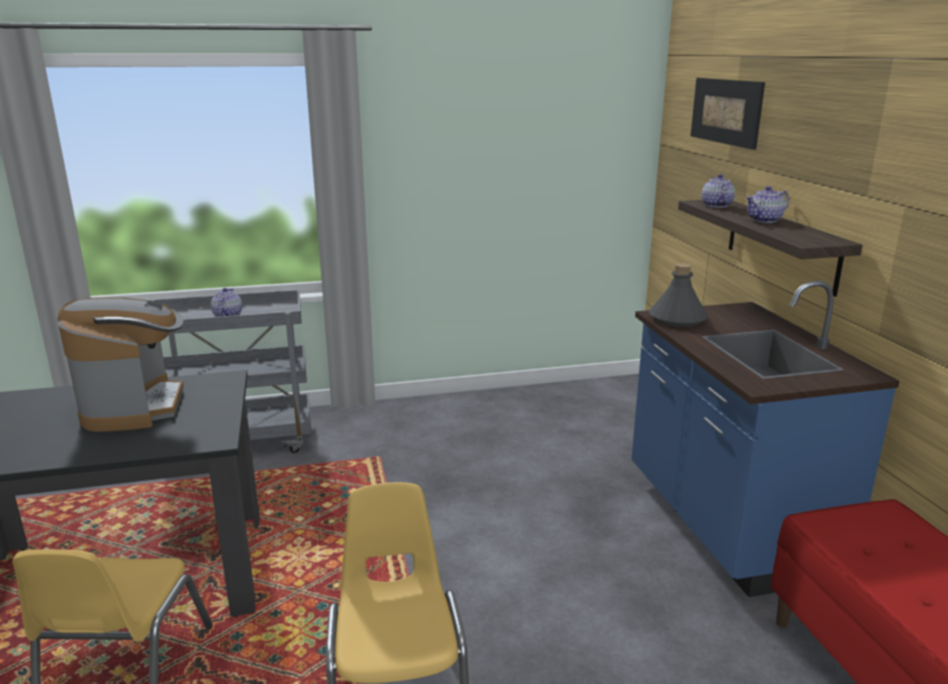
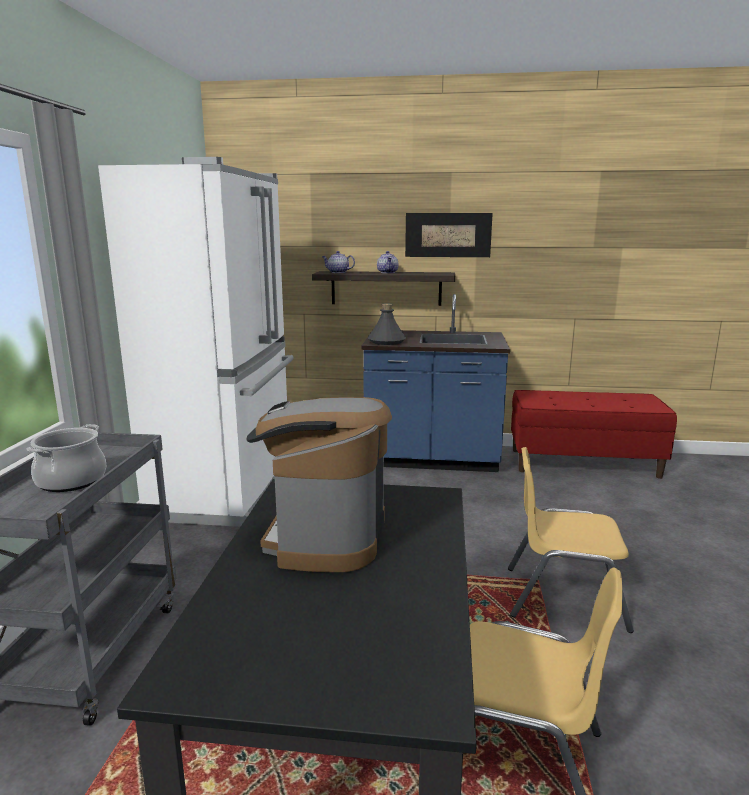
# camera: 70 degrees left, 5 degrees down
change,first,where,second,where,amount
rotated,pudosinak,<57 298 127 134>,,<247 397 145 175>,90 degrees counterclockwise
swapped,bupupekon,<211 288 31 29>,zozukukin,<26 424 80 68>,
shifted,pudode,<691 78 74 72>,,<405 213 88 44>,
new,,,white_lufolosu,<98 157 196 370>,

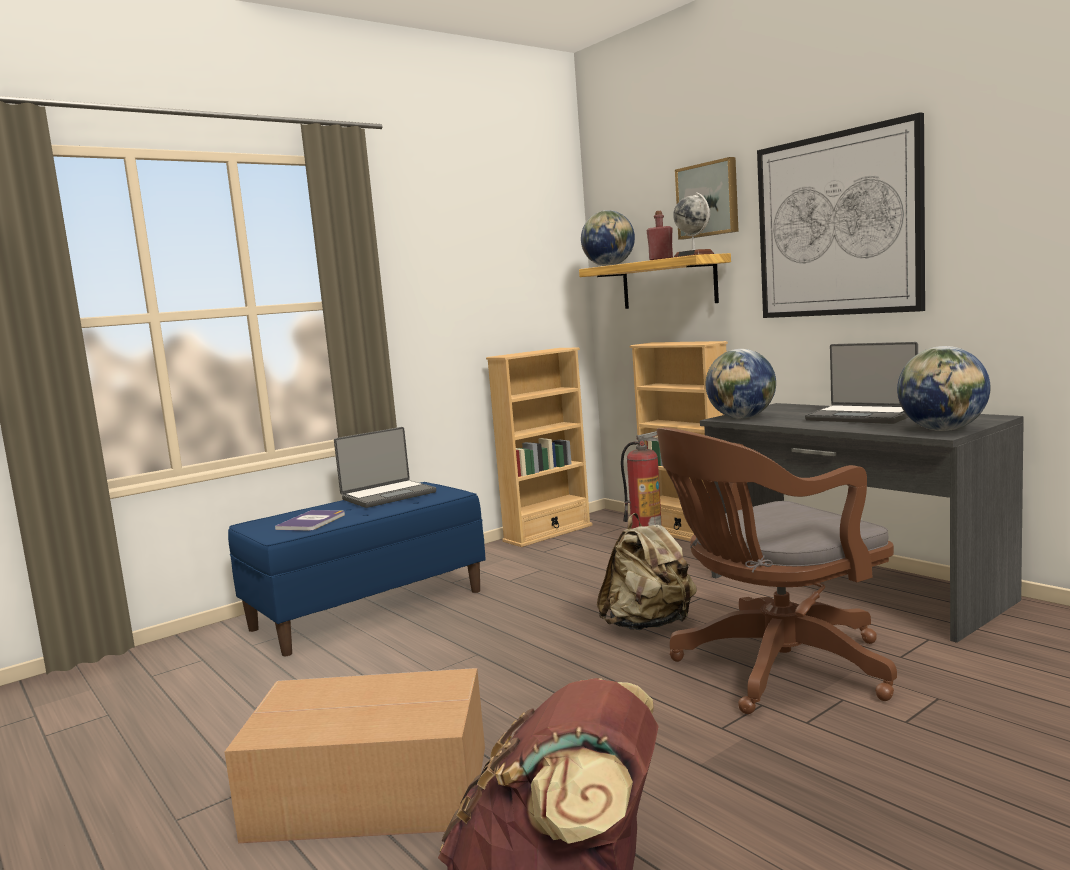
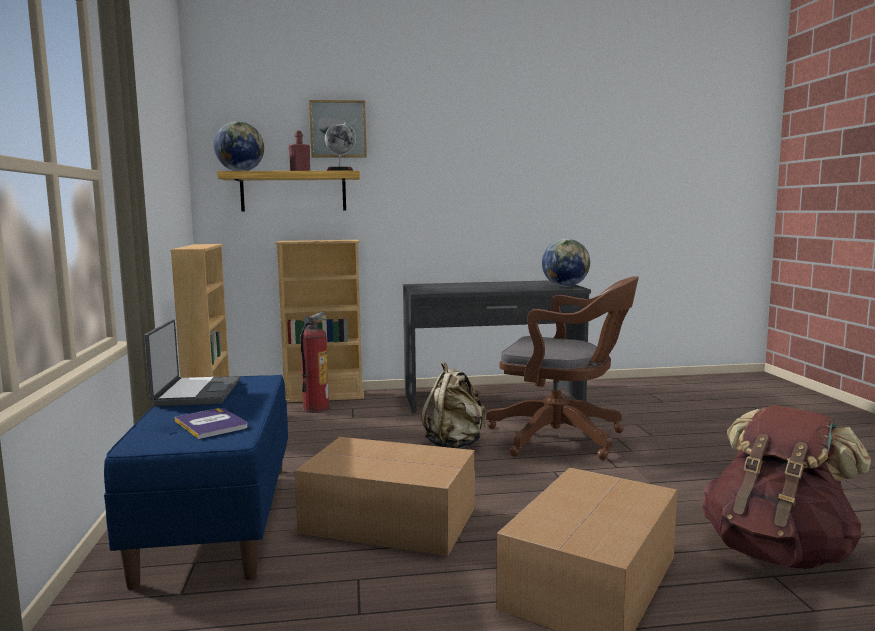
# camera: 60 degrees left, 0 degrees up
change,first,where,second,where,amount
rotated,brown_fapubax,<657 428 240 286>,,<486 276 153 184>,75 degrees counterclockwise
gone,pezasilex,<706 349 70 70>,,,
gone,pudode,<757 112 168 206>,,,
gone,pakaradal,<805 342 113 82>,,,
new,,,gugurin,<295 437 180 119>,

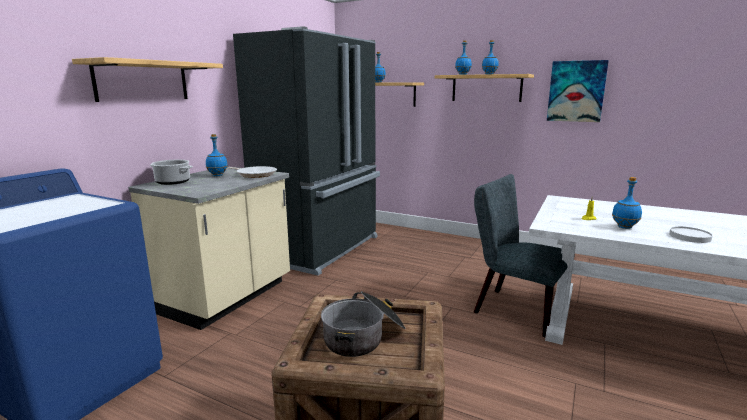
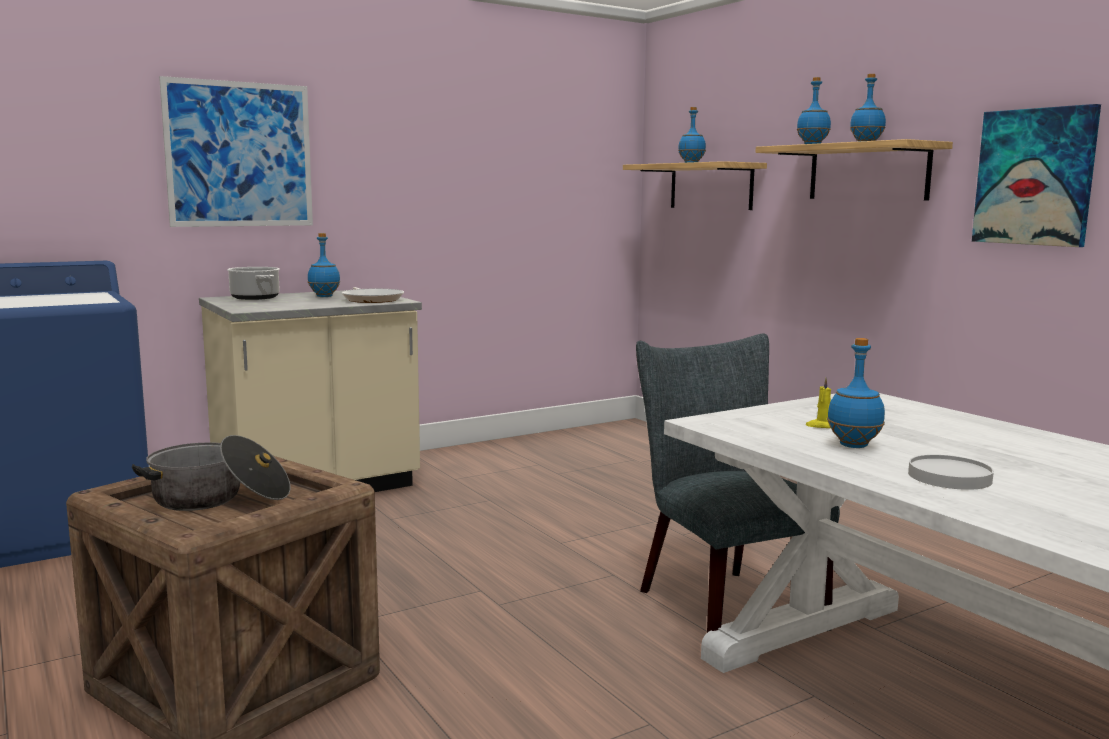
# camera: 30 degrees right, 5 degrees down
change,first,where,second,where,amount
swapped,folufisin,<72 57 151 45>,pudode,<159 76 154 151>,
gone,black_lufolosu,<233 26 147 250>,,,

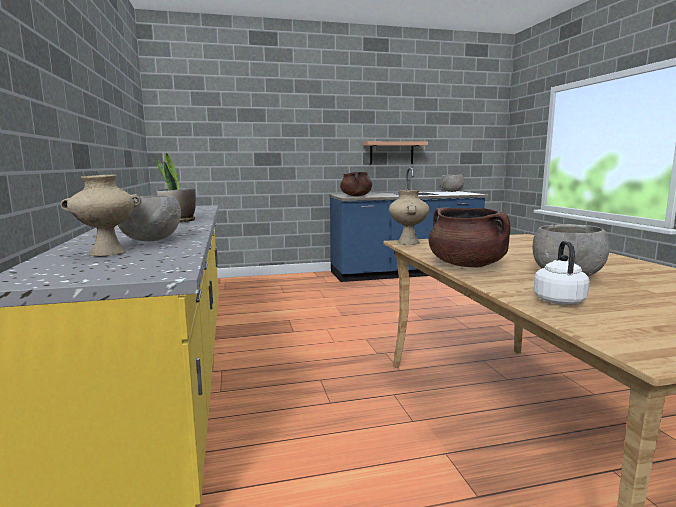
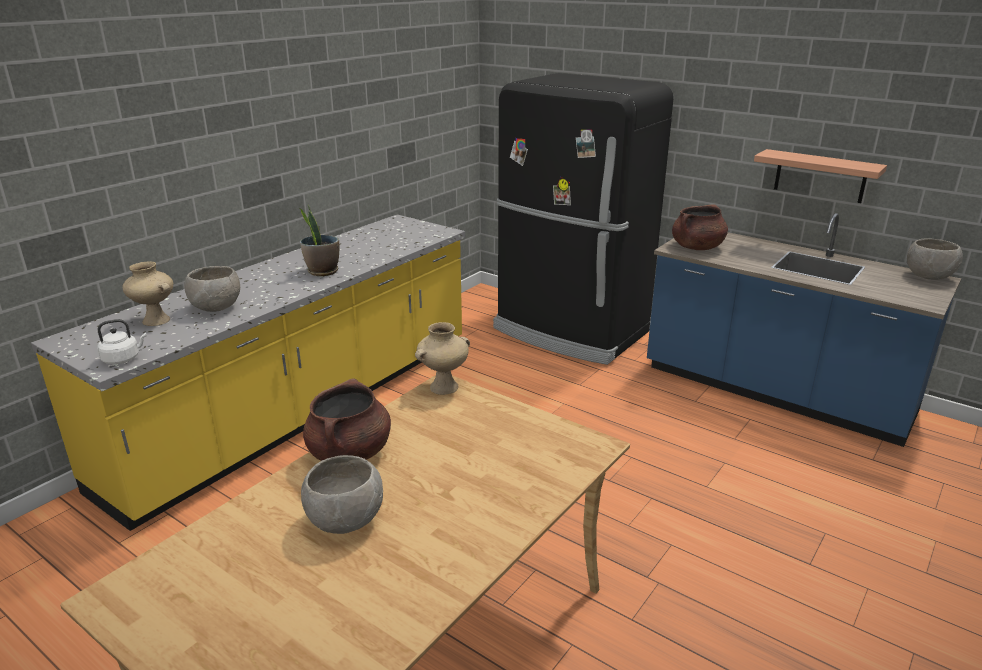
# camera: 50 degrees right, 15 degrees up
change,first,where,second,where,amount
shifted,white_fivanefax,<534 241 56 64>,,<97 319 50 45>,
new,,,black_lufolosu,<493 73 180 292>,

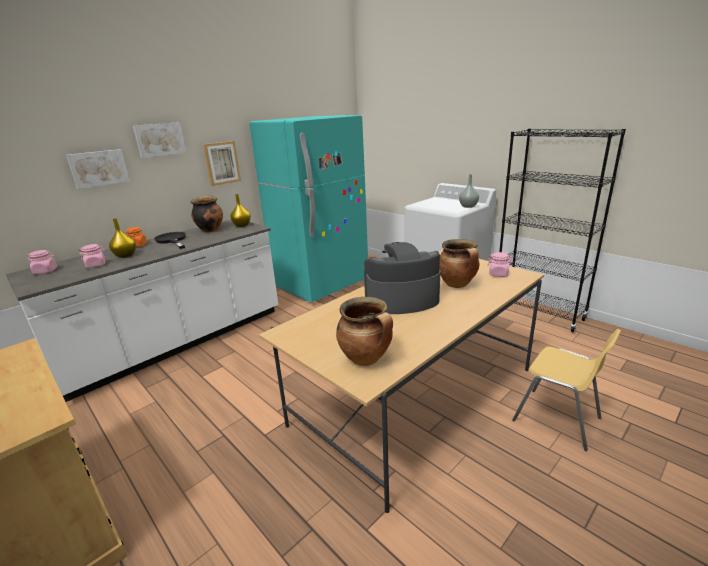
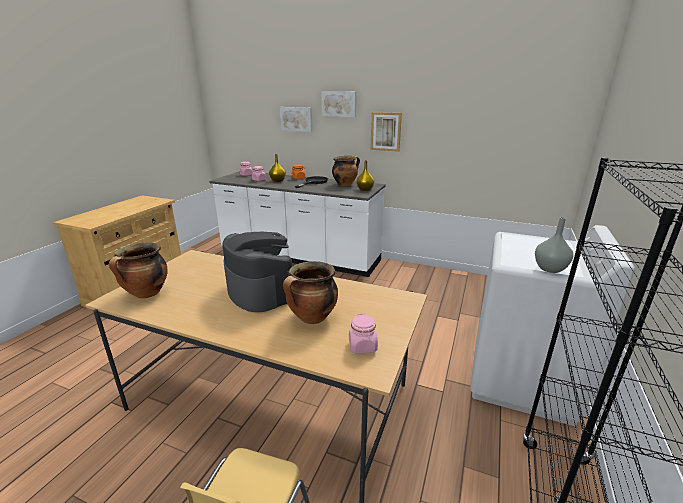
# camera: 65 degrees right, 0 degrees up
change,first,where,second,where,amount
gone,turquoise_lufolosu,<249 115 119 188>,,,

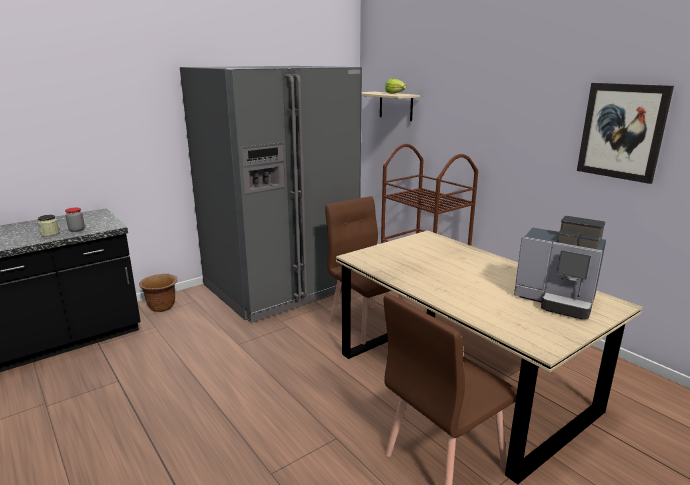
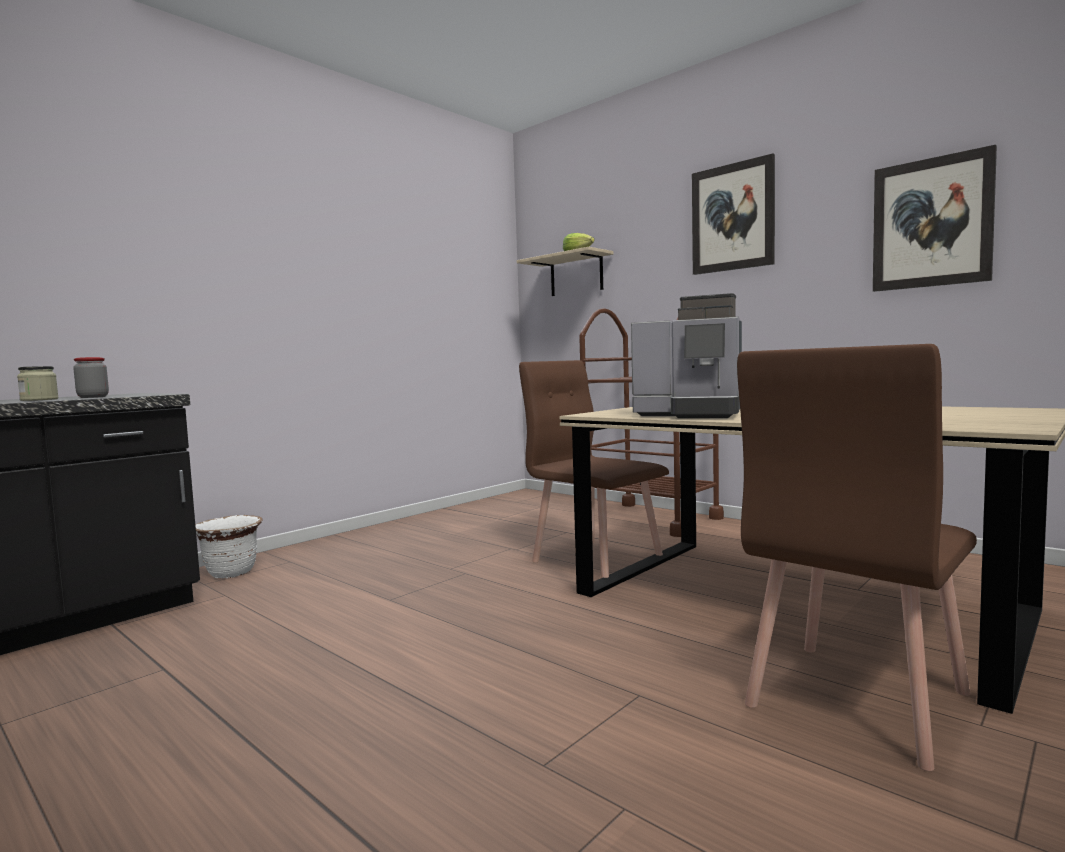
# camera: 10 degrees left, 15 degrees down
change,first,where,second,where,amount
repainted,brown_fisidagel,<139 274 39 38>,white_fisidagel,<195 515 67 63>,
gone,grey_lufolosu,<180 66 182 257>,,,
shifted,pudosinak,<514 216 92 103>,,<631 293 111 125>,
new,,,pudode,<692 153 83 122>,

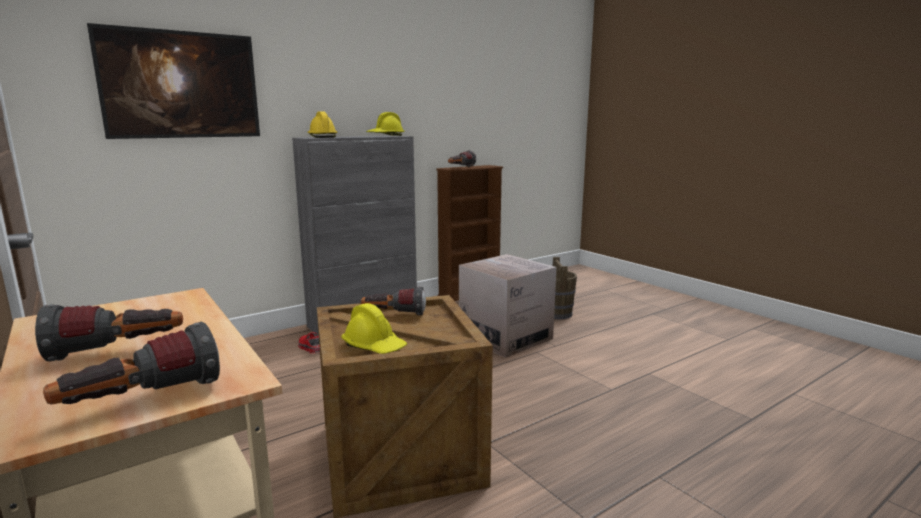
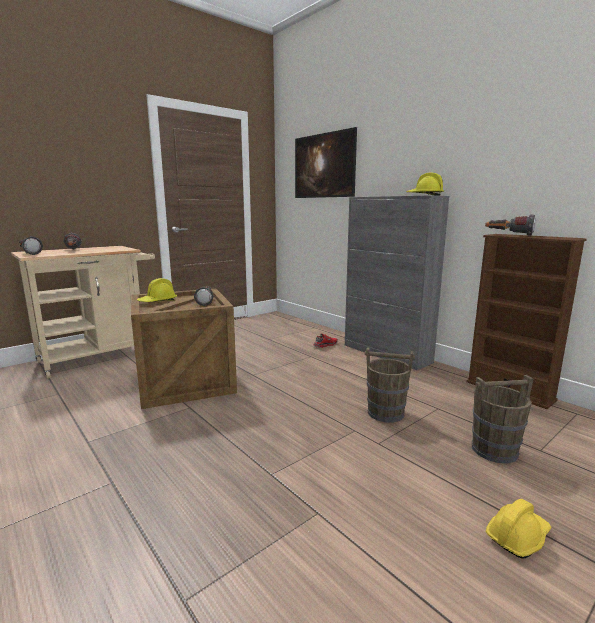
# camera: 85 degrees right, 0 degrees up
change,first,where,second,where,amount
shifted,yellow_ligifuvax,<307 111 31 27>,,<486 499 65 60>,
swapped,gugurin,<459 254 98 104>,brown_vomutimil,<365 348 50 75>,

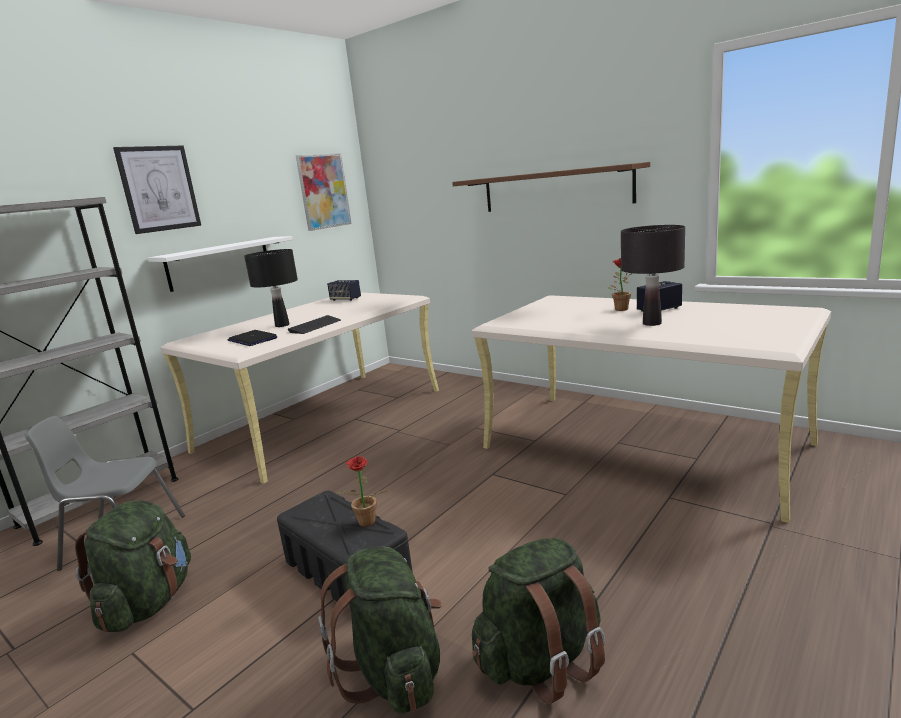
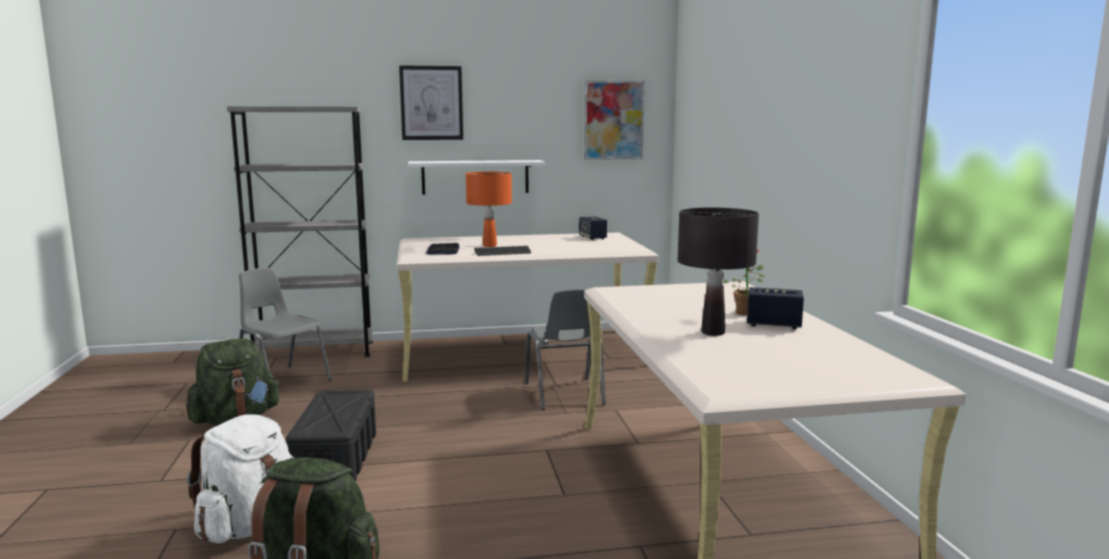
# camera: 40 degrees right, 5 degrees down
change,first,where,second,where,amount
repainted,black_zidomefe,<244 249 54 78>,orange_zidomefe,<466 172 46 75>,
repainted,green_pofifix,<318 546 124 168>,white_pofifix,<187 414 107 129>,
gone,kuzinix,<335 456 52 71>,,,
gone,brown_folufisin,<452 162 198 50>,,,
new,,,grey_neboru,<525 289 81 121>,

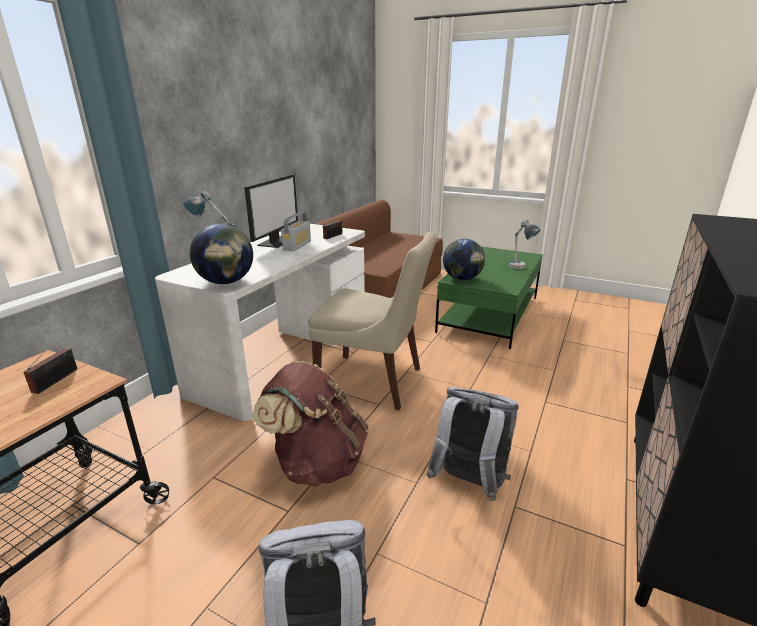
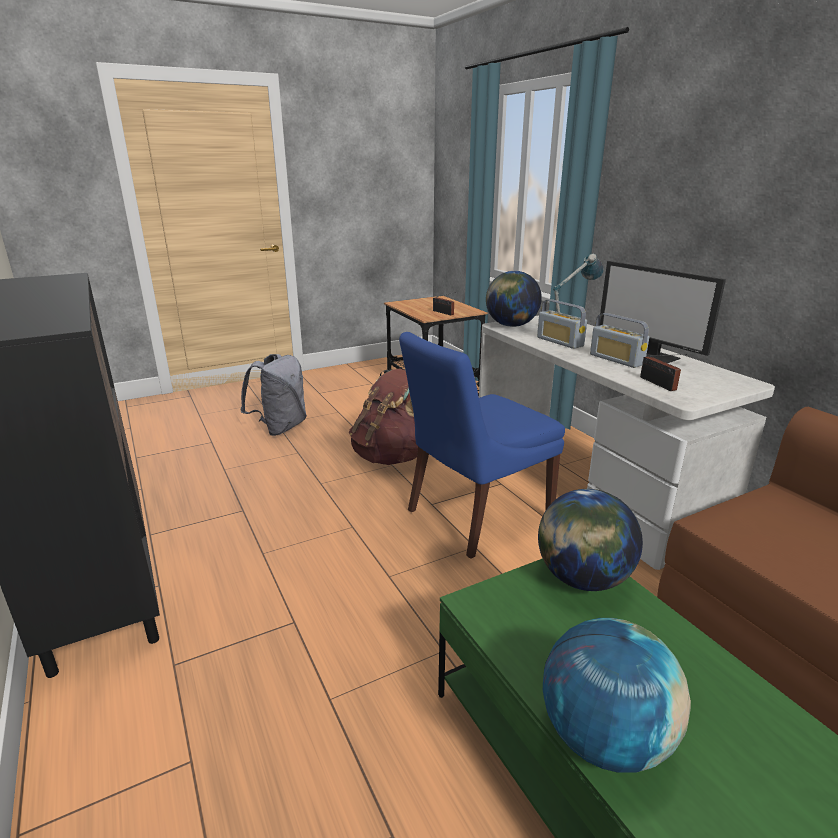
# camera: 125 degrees right, 0 degrees up
change,first,where,second,where,amount
repainted,beige_neboru,<308 232 128 178>,blue_neboru,<399 332 166 227>,
gone,grey_pofifix,<426 387 93 114>,,,
swapped,zidomefe,<508 220 33 49>,pezasilex,<543 618 148 155>,
new,,,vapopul,<537 299 50 50>,

